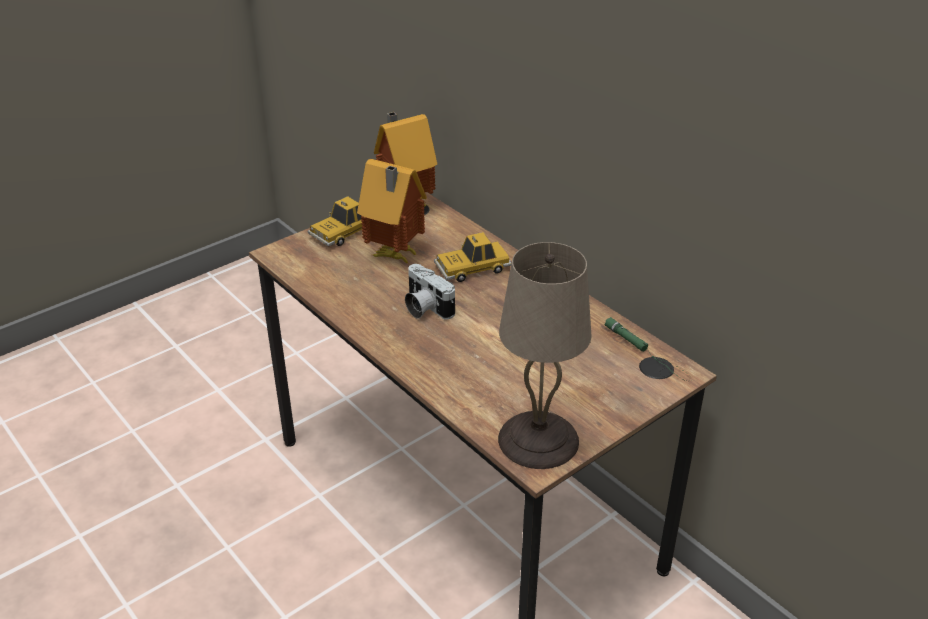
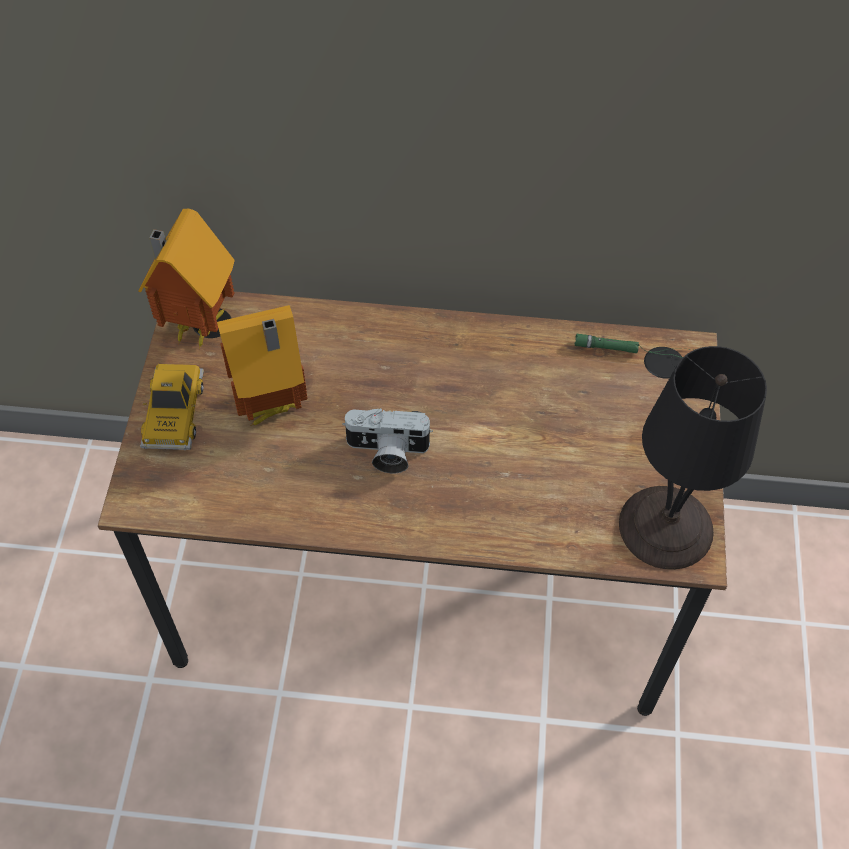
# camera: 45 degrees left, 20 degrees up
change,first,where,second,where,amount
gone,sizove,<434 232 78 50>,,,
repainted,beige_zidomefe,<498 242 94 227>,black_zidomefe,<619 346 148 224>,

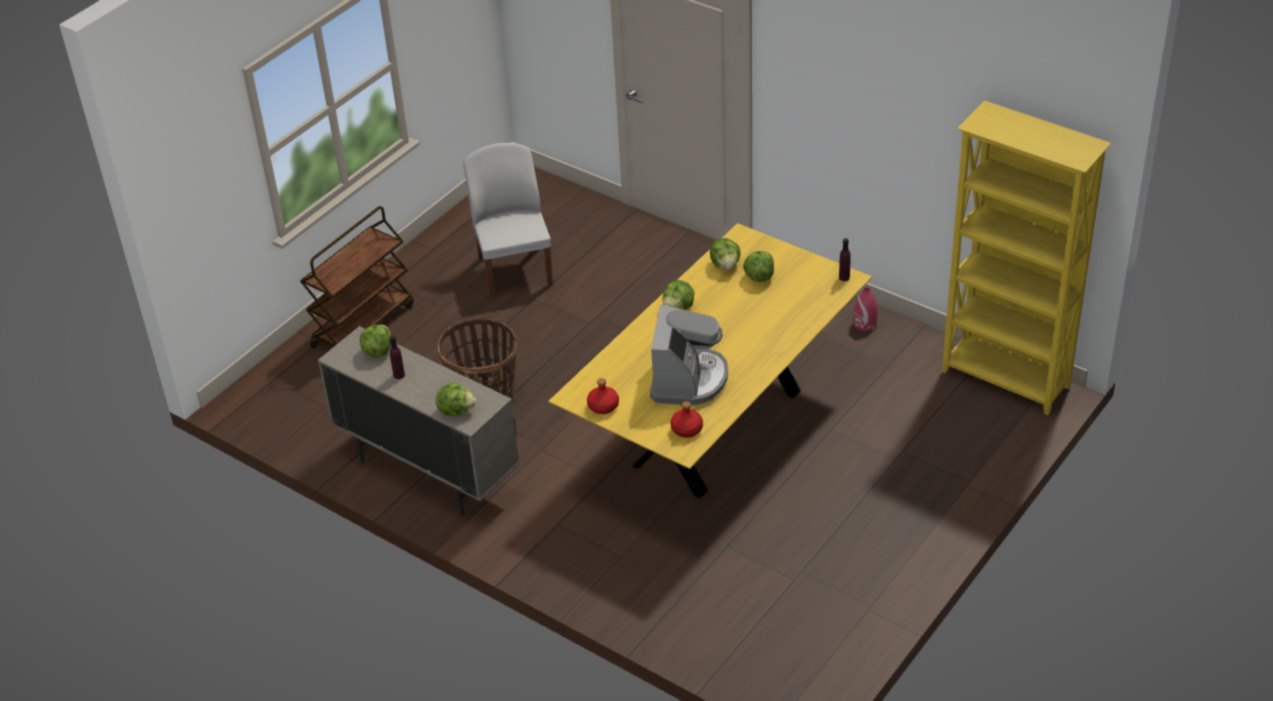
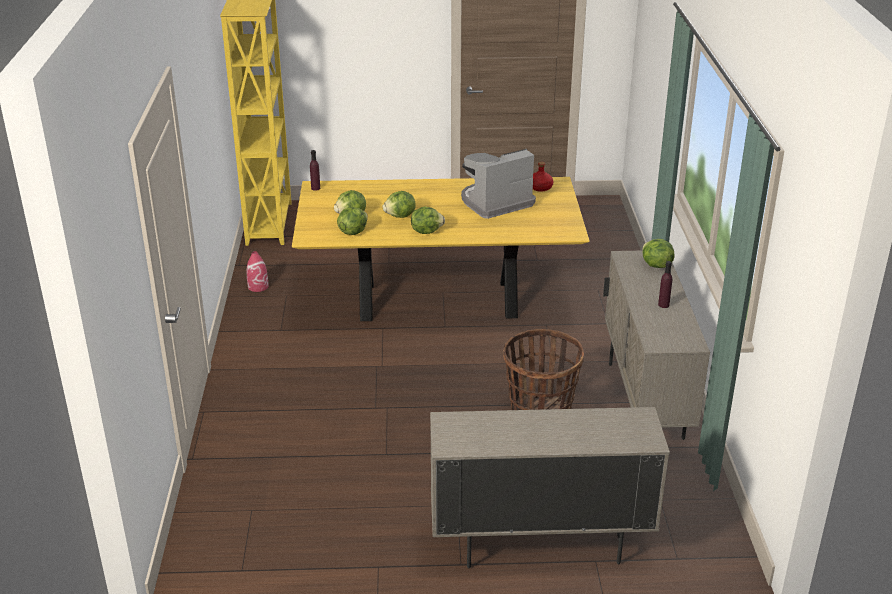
# camera: 130 degrees left, 10 degrees down
change,first,where,second,where,amount
swapped,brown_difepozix,<300 206 114 142>,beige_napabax,<430 407 240 161>,
shifted,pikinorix,<360 325 31 32>,,<383 191 33 27>,
gone,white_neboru,<463 143 90 154>,,,
gone,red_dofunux,<587 378 32 36>,,,

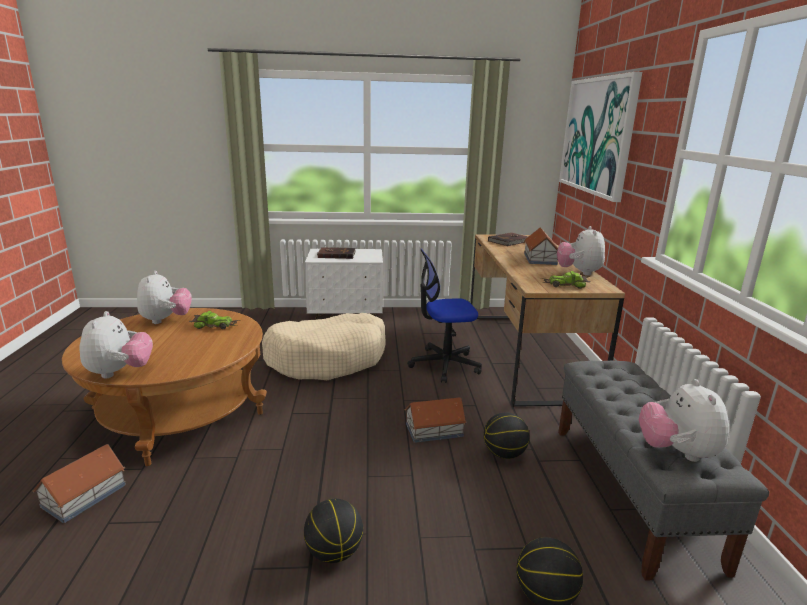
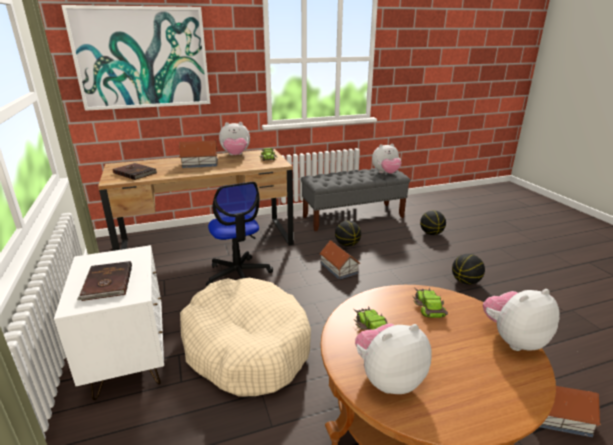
# camera: 105 degrees left, 5 degrees up
change,first,where,second,where,amount
new,,,sizove,<413 287 35 31>,

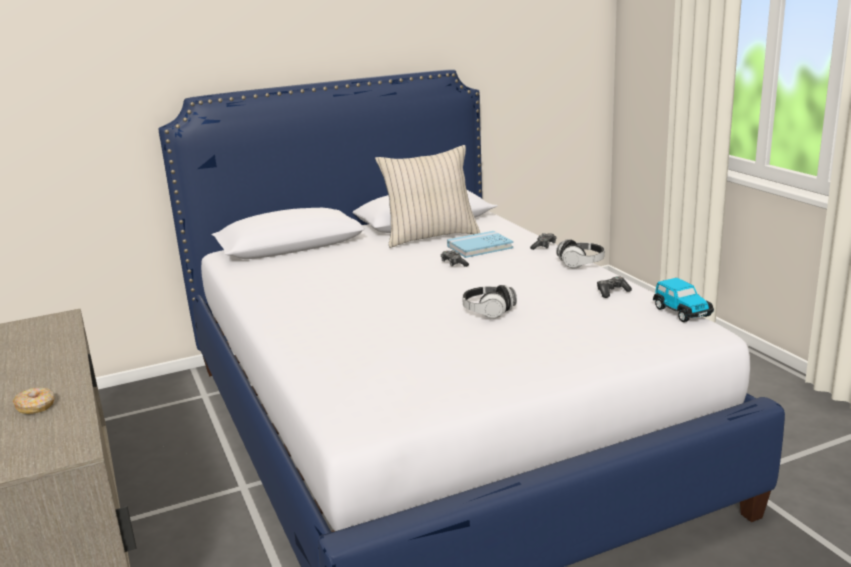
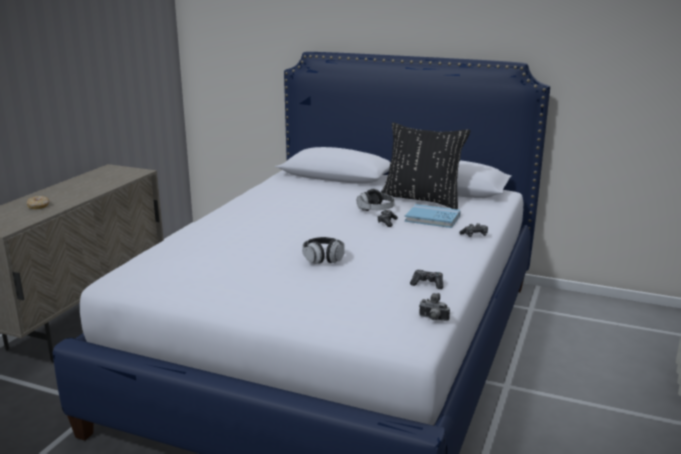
# camera: 45 degrees right, 0 degrees up
change,first,where,second,where,amount
repainted,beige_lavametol,<375 145 105 103>,black_lavametol,<381 122 90 88>,
shifted,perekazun,<556 239 49 29>,,<357 189 38 22>,
swapped,sizove,<653 278 61 44>,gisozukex,<419 293 31 28>,

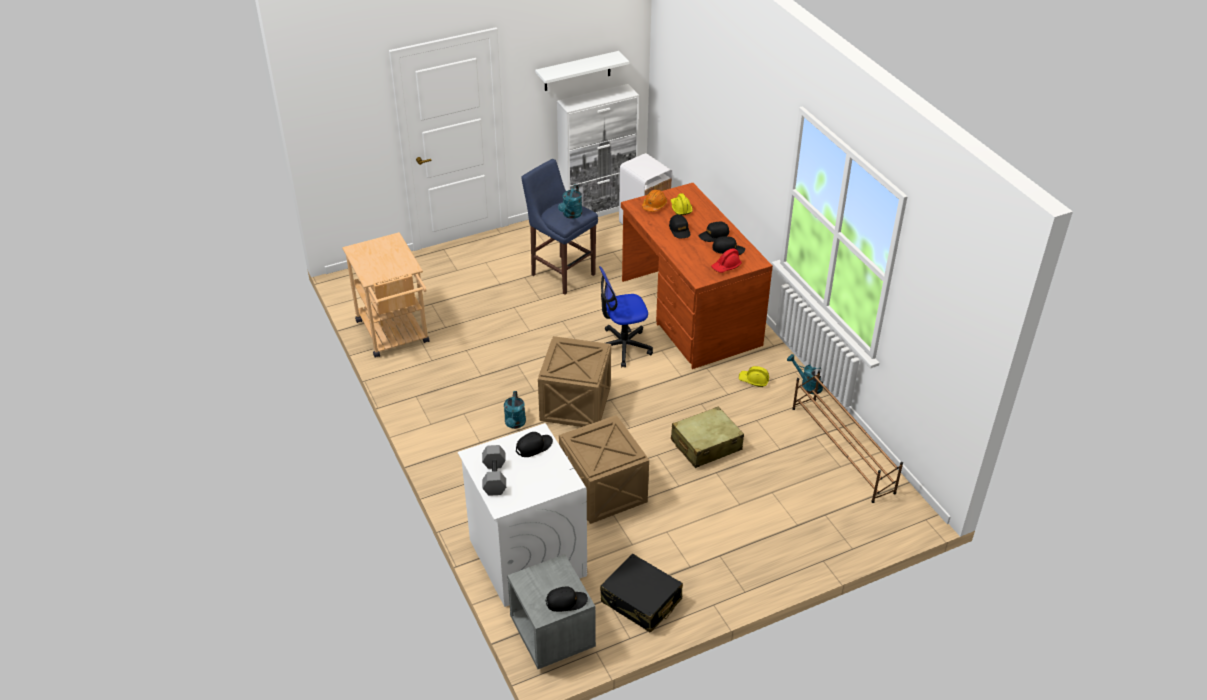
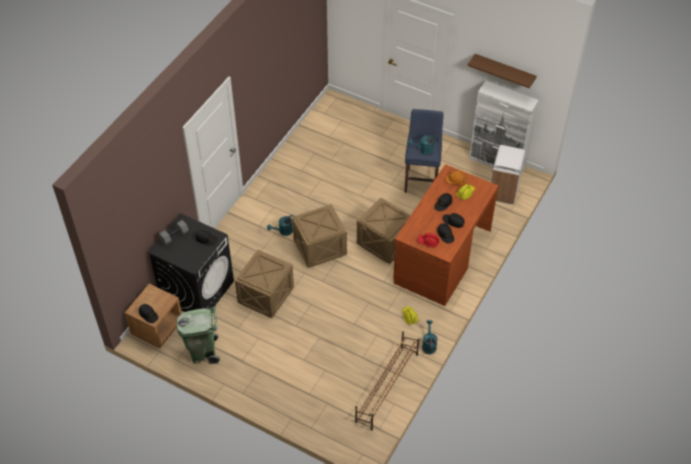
# camera: 55 degrees right, 10 degrees up
change,first,where,second,where,amount
gone,beige_difepozix,<342 232 88 126>,,,
repainted,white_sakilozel,<458 423 129 184>,black_sakilozel,<148 214 86 98>,
repainted,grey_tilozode,<507 554 89 115>,brown_tilozode,<125 284 57 64>,
repainted,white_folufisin,<535 51 94 40>,brown_folufisin,<468 54 69 34>,
swapped,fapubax,<599 266 54 102>,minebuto,<357 198 53 66>,
swapped,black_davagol,<600 553 83 80>,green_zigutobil,<177 306 43 58>,
gone,beige_davagol,<671 406 73 62>,,,

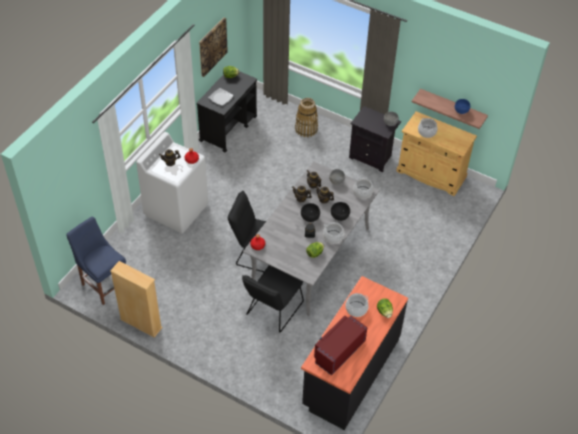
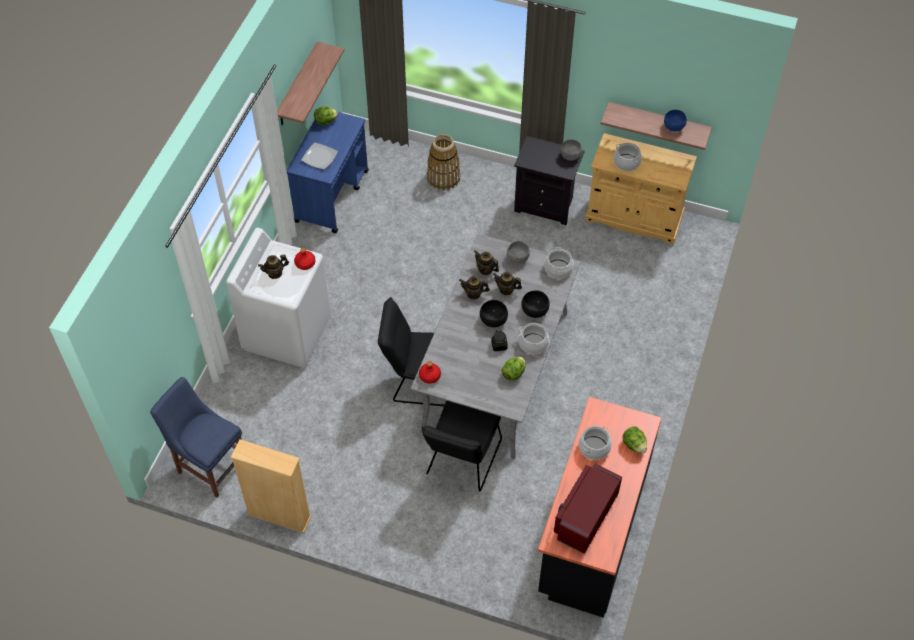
# camera: 10 degrees left, 5 degrees up
change,first,where,second,where,amount
repainted,black_difepozix,<196 71 61 81>,blue_difepozix,<287 112 82 121>,
swapped,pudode,<199 17 29 60>,folufisin,<277 42 67 84>,

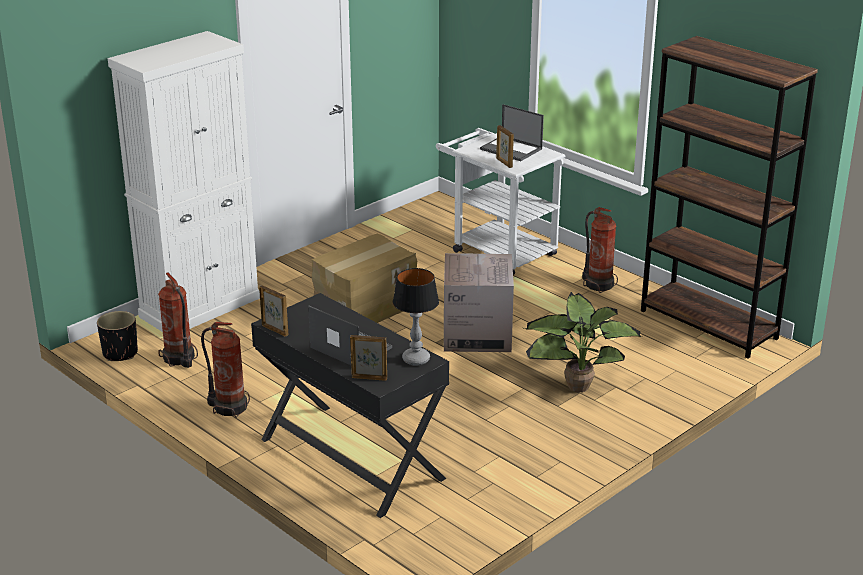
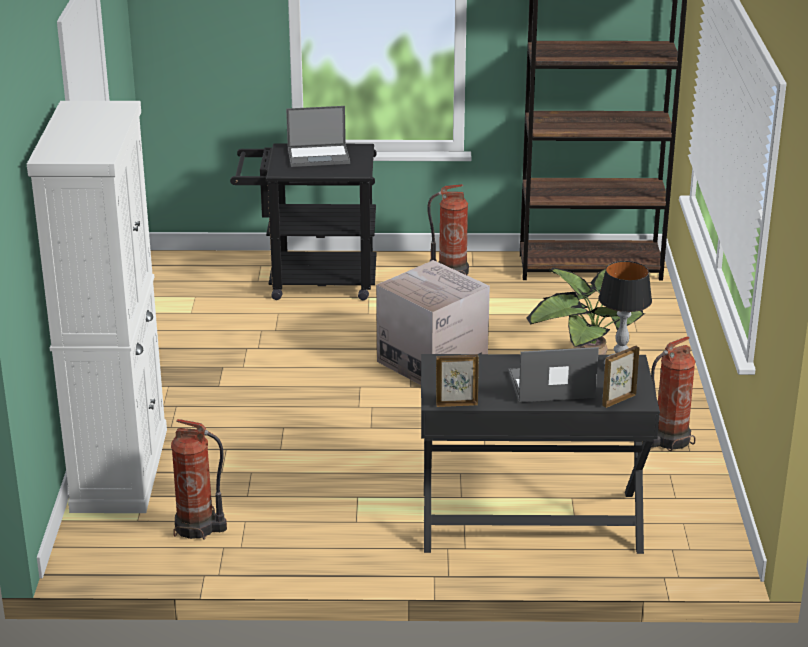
# camera: 45 degrees left, 0 degrees up
change,first,where,second,where,amount
gone,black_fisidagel,<97 311 41 50>,,,
shifted,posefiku,<201 322 49 96>,,<651 336 45 115>,
gone,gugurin,<312 234 105 89>,,,
repainted,white_difepozix,<436 128 130 147>,black_difepozix,<230 143 147 157>,
gone,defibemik,<496 125 18 43>,,,

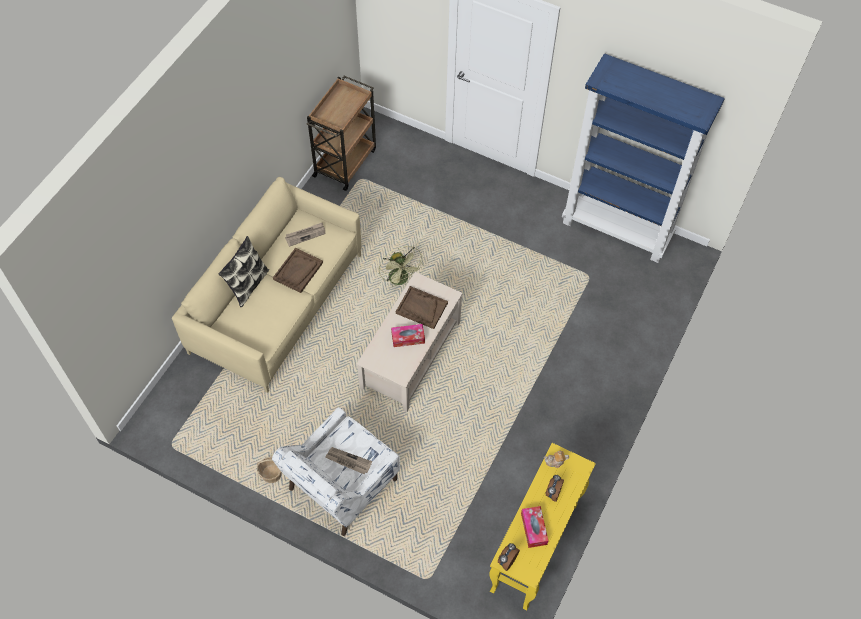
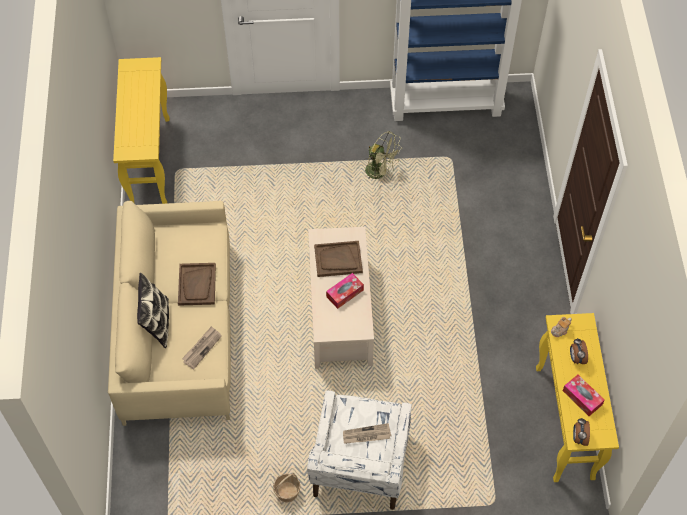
# camera: 30 degrees left, 0 degrees up
change,first,where,second,where,amount
shifted,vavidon,<285 223 41 24>,,<182 326 40 43>,
swapped,brown_difepozix,<307 76 69 115>,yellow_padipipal,<113 57 56 147>,
shifted,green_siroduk,<379 246 45 40>,,<364 131 37 48>,

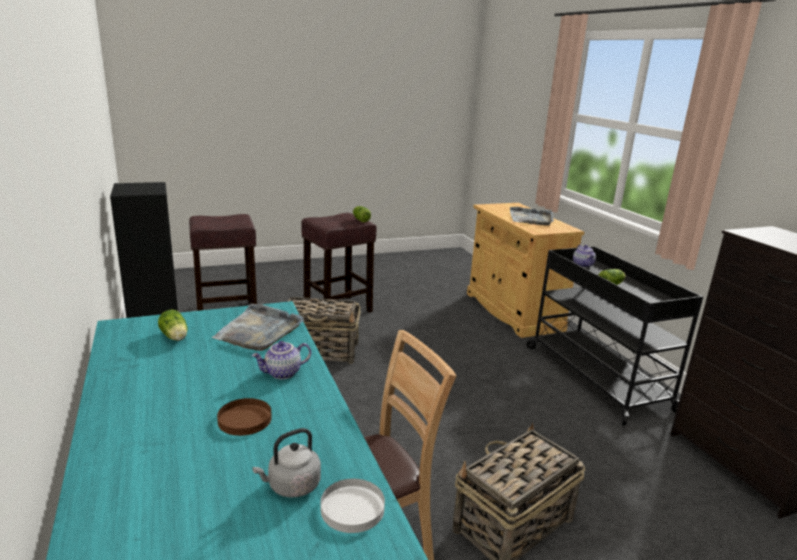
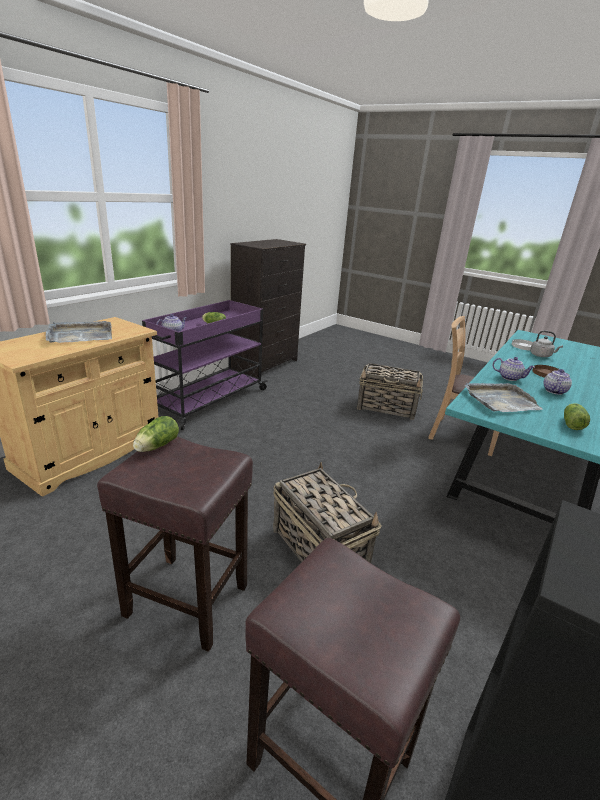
# camera: 125 degrees left, 5 degrees up
change,first,where,second,where,amount
repainted,black_difepozix,<527 246 176 180>,purple_difepozix,<142 300 126 130>,
new,,,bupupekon,<543 369 29 26>,

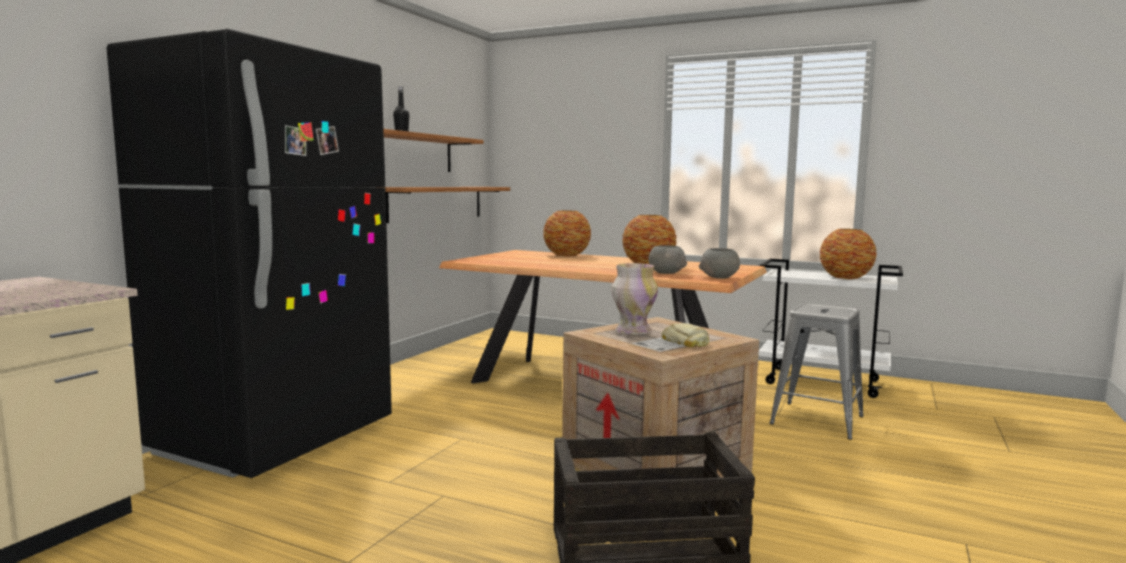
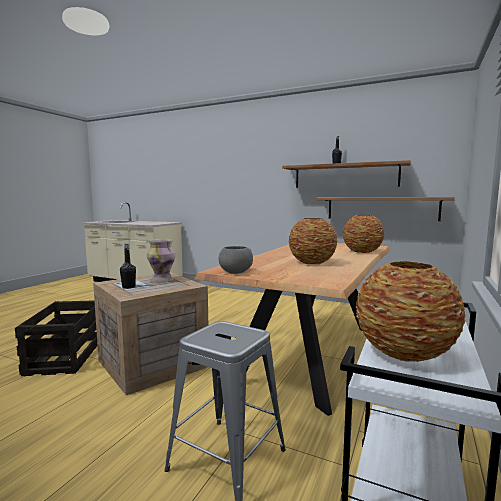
# camera: 90 degrees right, 0 degrees up
change,first,where,second,where,amount
gone,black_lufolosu,<107 29 285 449>,,,
gone,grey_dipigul,<648 245 39 29>,,,
swapped,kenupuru,<662 323 47 24>,black_dofunux,<120 244 16 45>,

